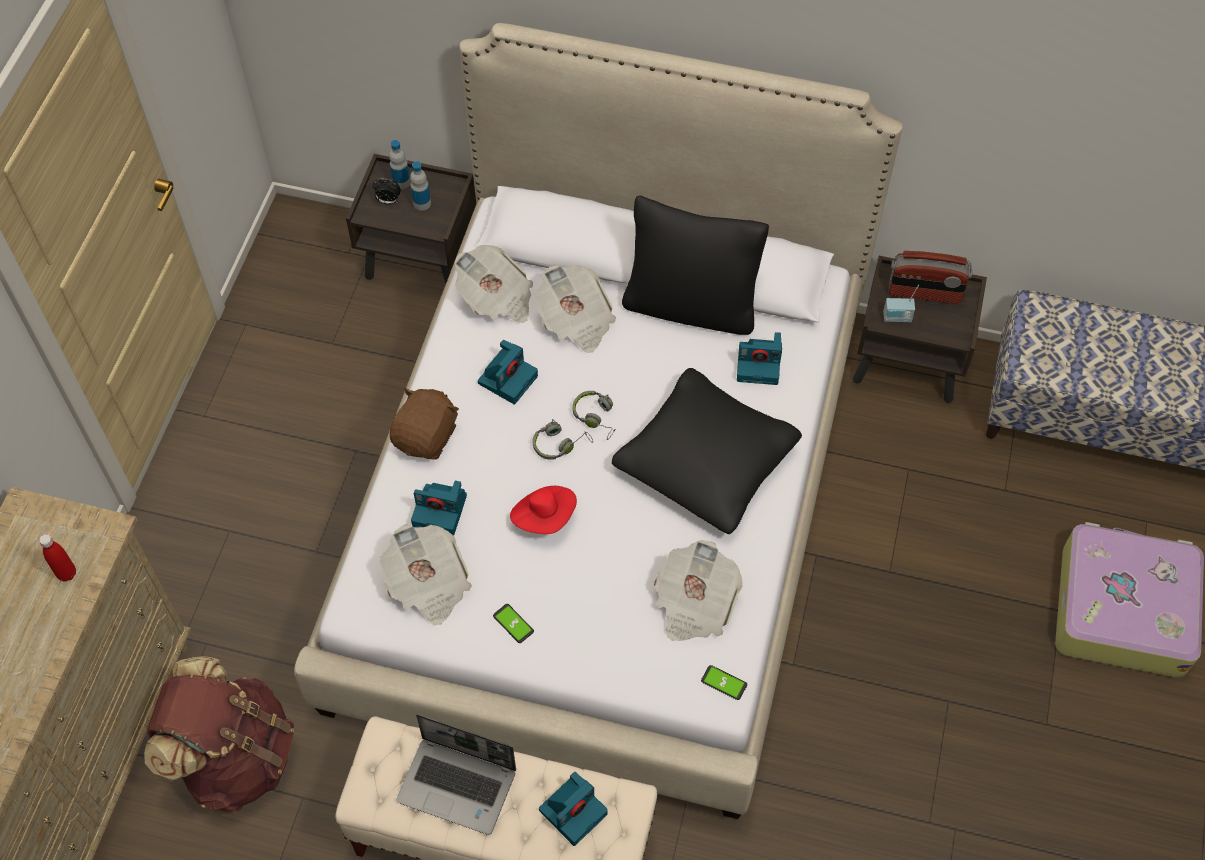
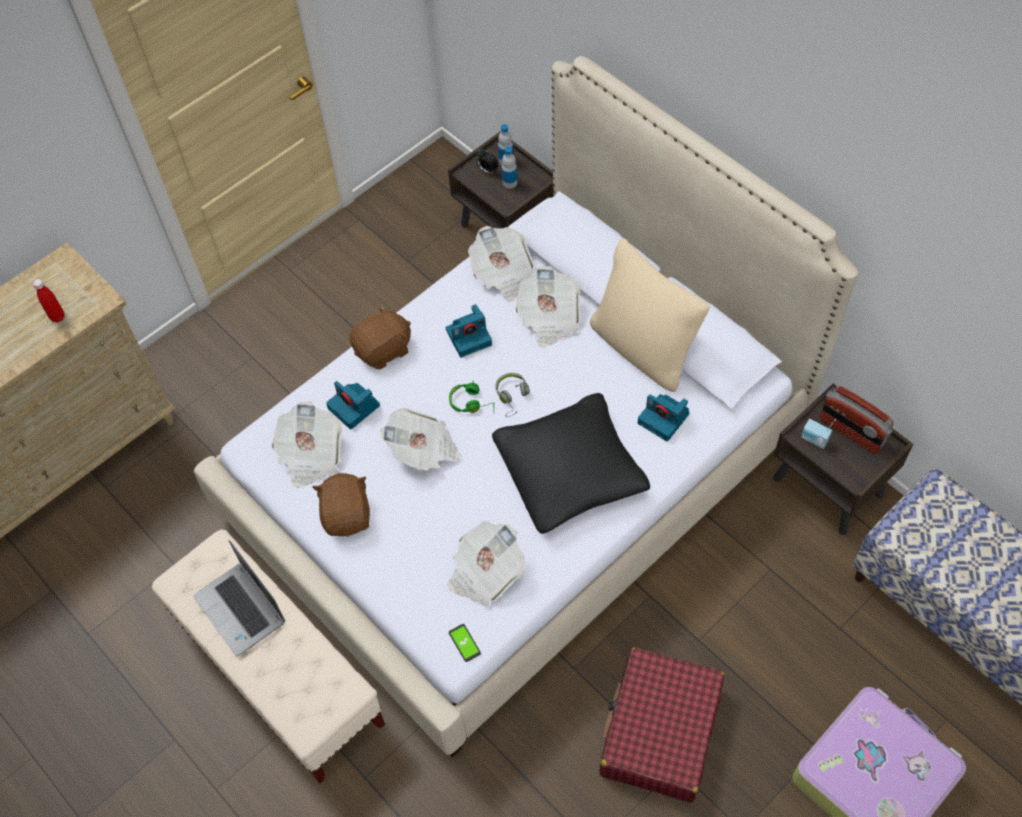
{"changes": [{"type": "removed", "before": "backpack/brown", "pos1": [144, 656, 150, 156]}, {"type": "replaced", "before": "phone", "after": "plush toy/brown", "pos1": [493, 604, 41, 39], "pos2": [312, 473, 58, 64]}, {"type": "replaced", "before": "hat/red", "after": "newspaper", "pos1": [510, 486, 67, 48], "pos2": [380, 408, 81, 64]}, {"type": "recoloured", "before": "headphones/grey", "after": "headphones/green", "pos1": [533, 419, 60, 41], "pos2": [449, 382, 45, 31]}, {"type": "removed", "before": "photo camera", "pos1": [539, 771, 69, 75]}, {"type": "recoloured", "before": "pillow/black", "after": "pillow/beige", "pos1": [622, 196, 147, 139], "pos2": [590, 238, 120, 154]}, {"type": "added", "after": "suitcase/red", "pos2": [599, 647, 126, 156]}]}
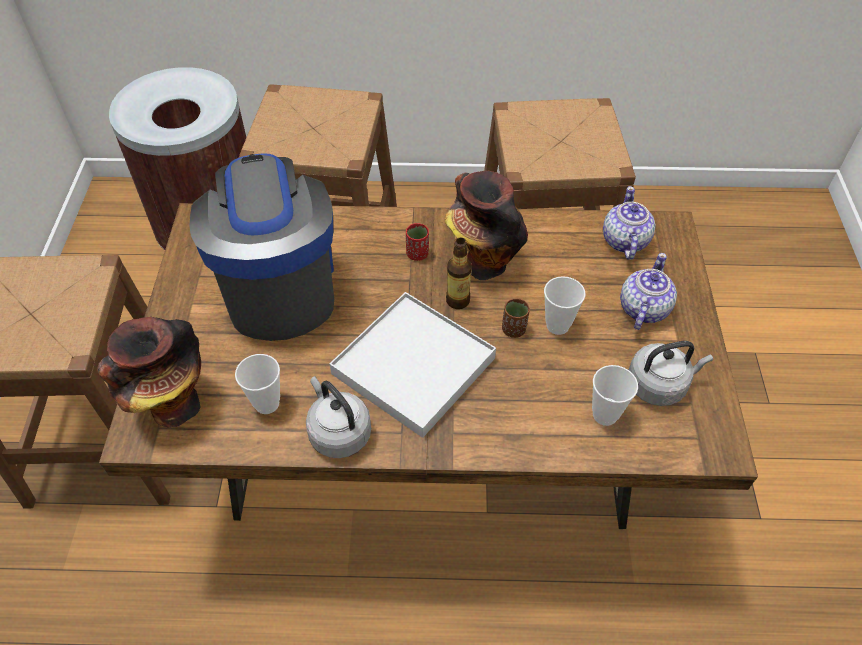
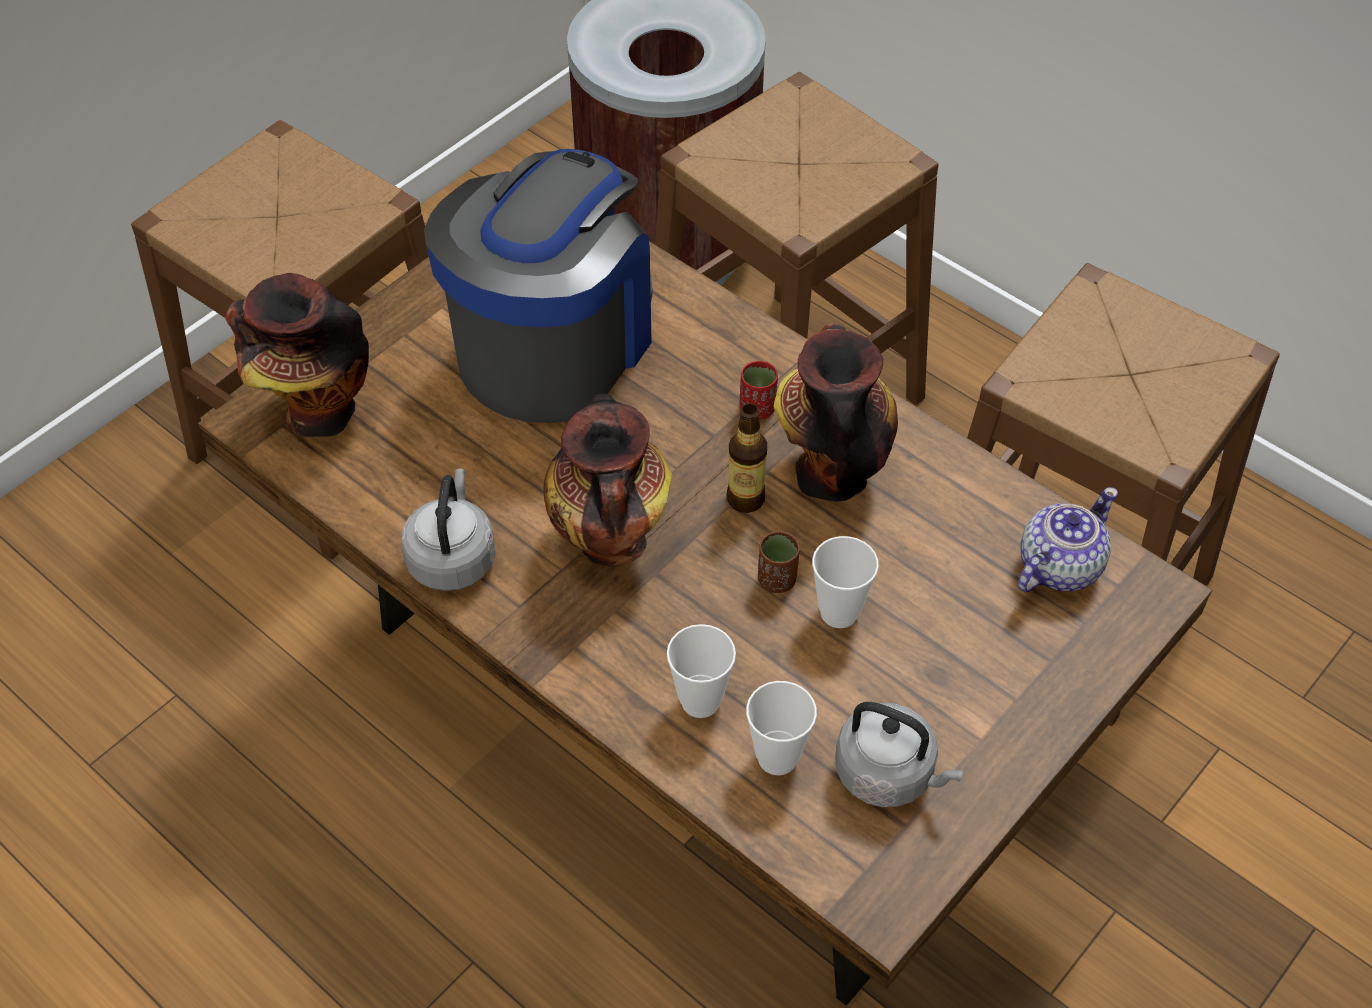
{"changes": [{"type": "moved", "before": "cup", "pos1": [235, 354, 45, 60], "pos2": [667, 624, 69, 94]}, {"type": "replaced", "before": "tray/white", "after": "vase", "pos1": [330, 292, 166, 146], "pos2": [544, 393, 128, 173]}, {"type": "removed", "before": "teapot", "pos1": [620, 253, 57, 77]}]}
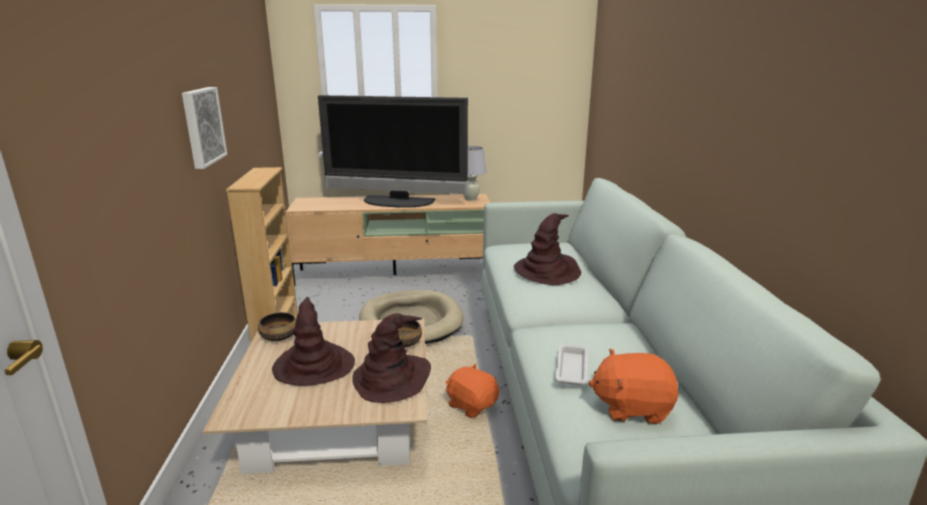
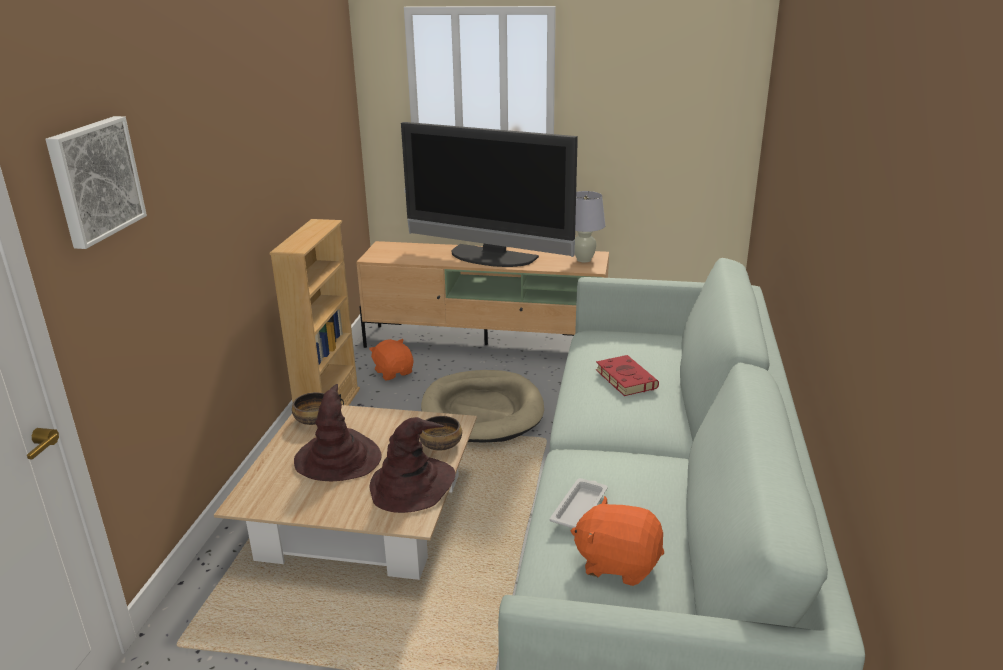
{"changes": [{"type": "moved", "before": "picture", "pos1": [182, 87, 46, 82], "pos2": [45, 116, 102, 133]}, {"type": "moved", "before": "plush toy/orange", "pos1": [445, 364, 55, 54], "pos2": [369, 339, 45, 41]}, {"type": "replaced", "before": "hat/brown", "after": "book/red", "pos1": [514, 213, 67, 72], "pos2": [596, 355, 63, 41]}]}
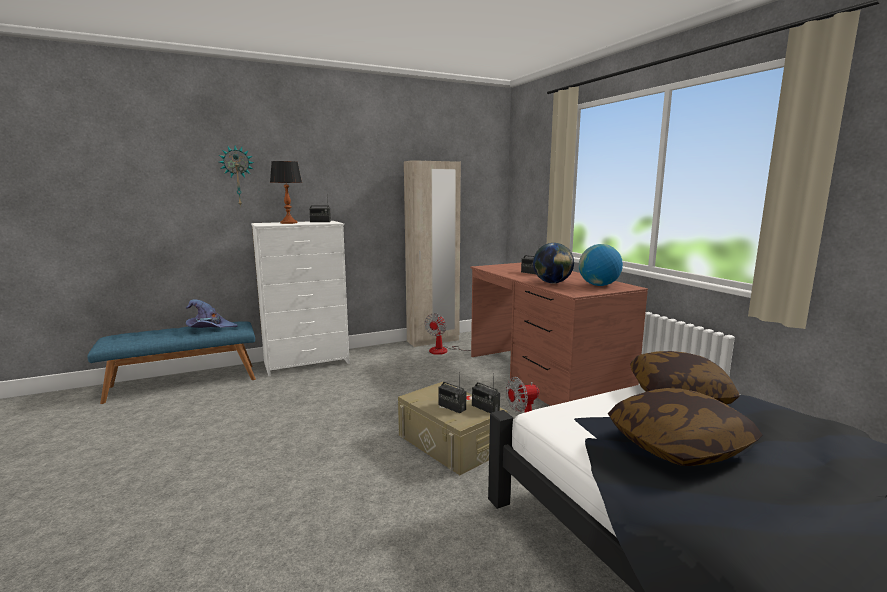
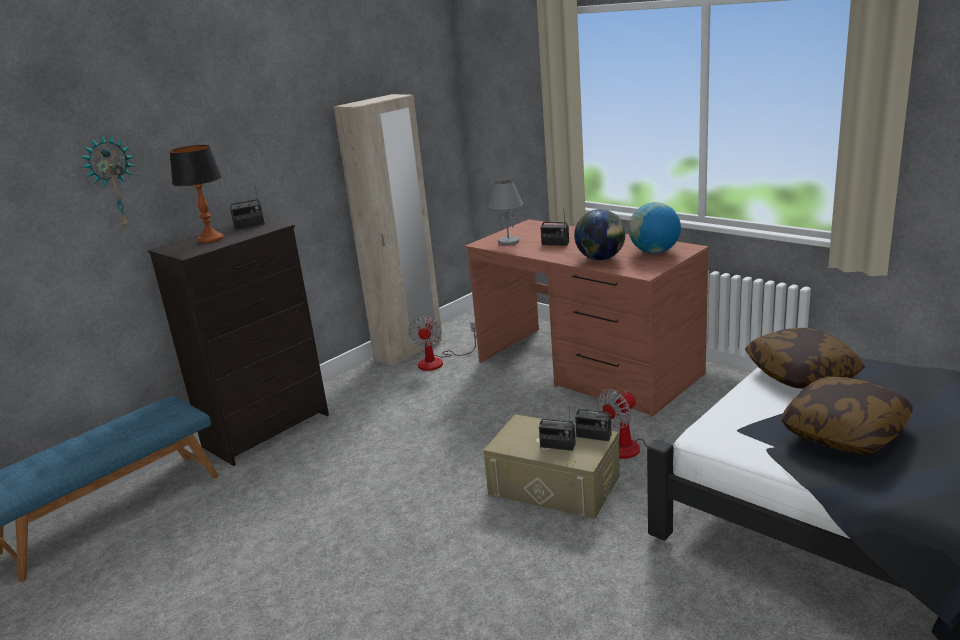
{"changes": [{"type": "removed", "before": "hat/purple", "pos1": [186, 299, 52, 29]}, {"type": "recoloured", "before": "dresser/white", "after": "dresser/black", "pos1": [251, 221, 99, 155], "pos2": [148, 218, 181, 248]}, {"type": "added", "after": "table lamp/grey", "pos2": [489, 180, 34, 65]}]}
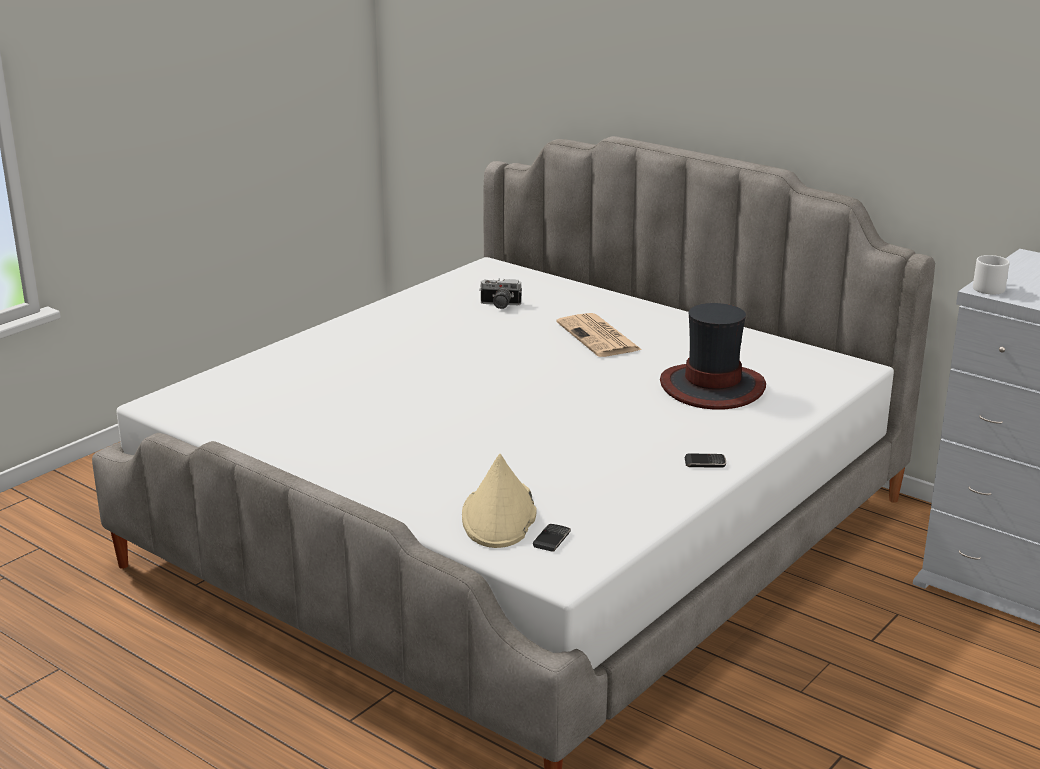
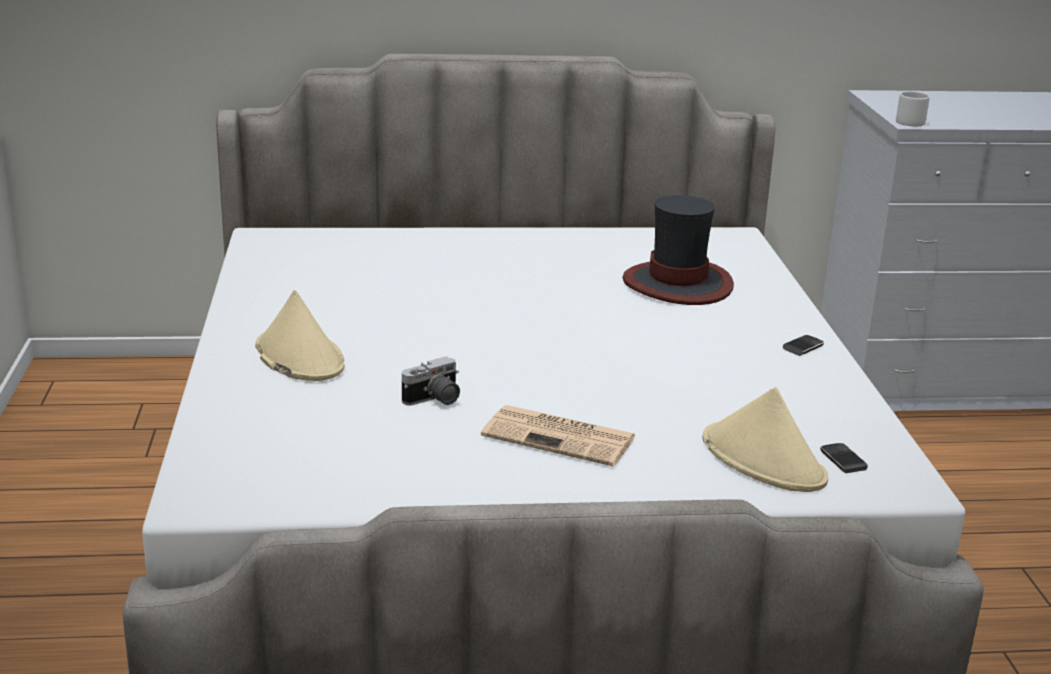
{"changes": [{"type": "moved", "before": "photo camera", "pos1": [479, 279, 43, 30], "pos2": [402, 356, 58, 50]}, {"type": "moved", "before": "newspaper", "pos1": [556, 313, 86, 44], "pos2": [481, 405, 155, 62]}, {"type": "added", "after": "hat/beige", "pos2": [255, 290, 90, 91]}]}
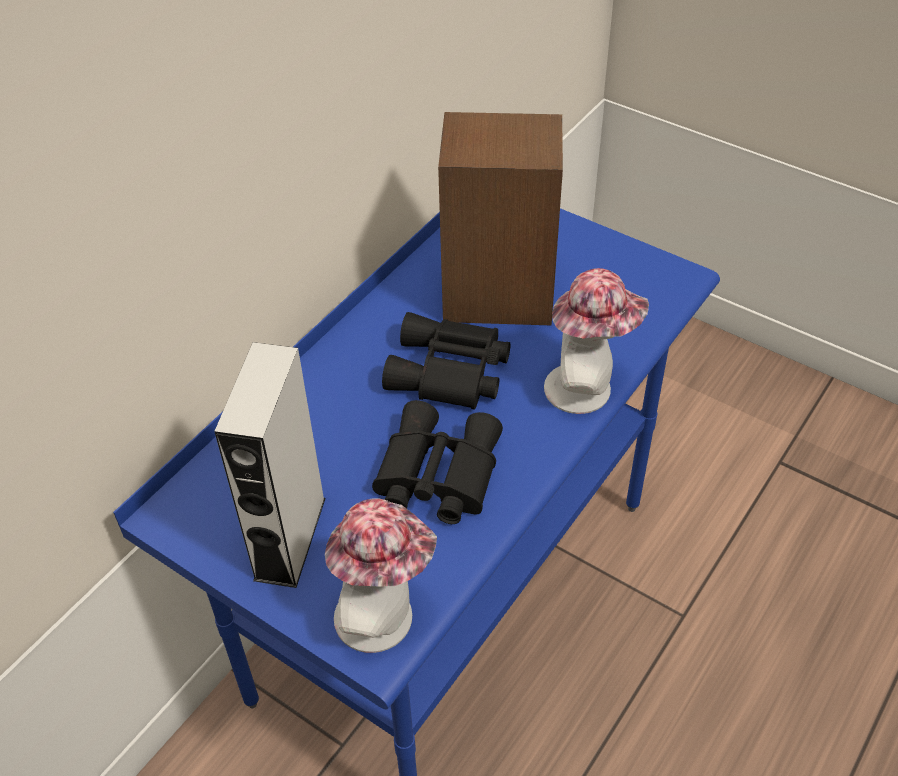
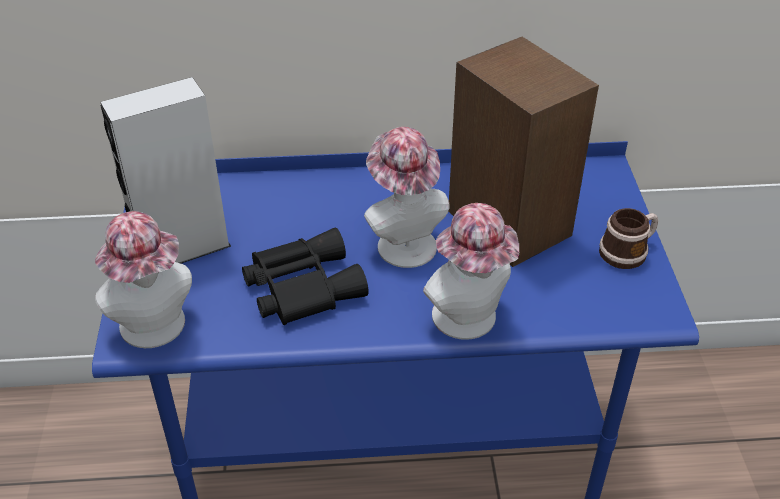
{"changes": [{"type": "replaced", "before": "binoculars/black", "after": "hat", "pos1": [382, 312, 128, 98], "pos2": [364, 127, 85, 141]}, {"type": "added", "after": "mug", "pos2": [599, 208, 59, 61]}]}
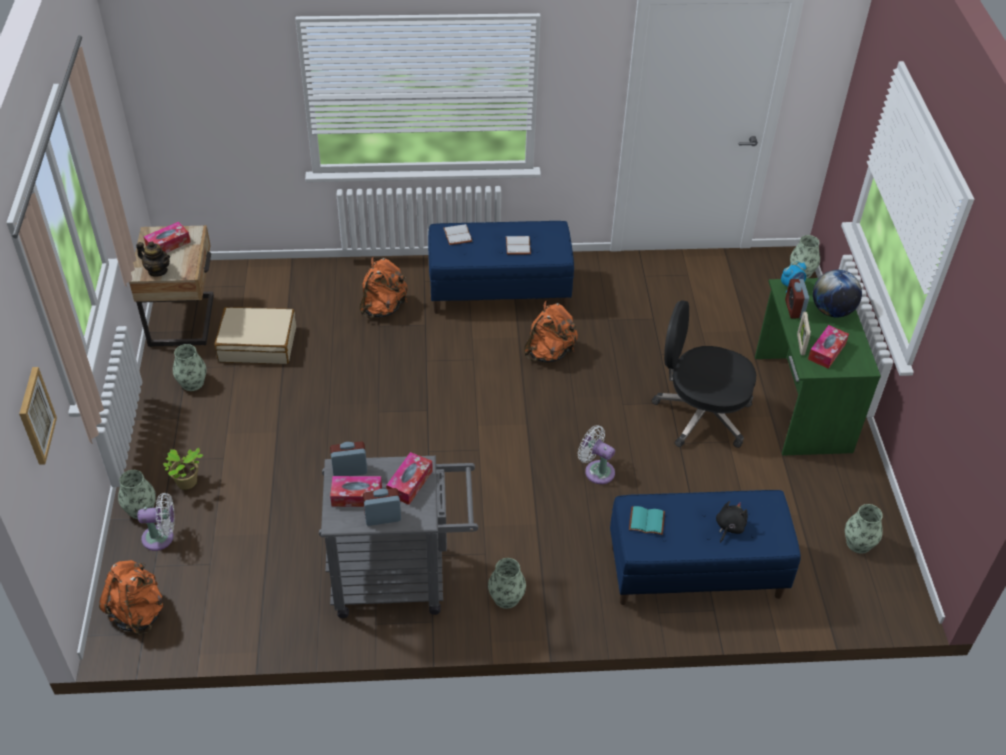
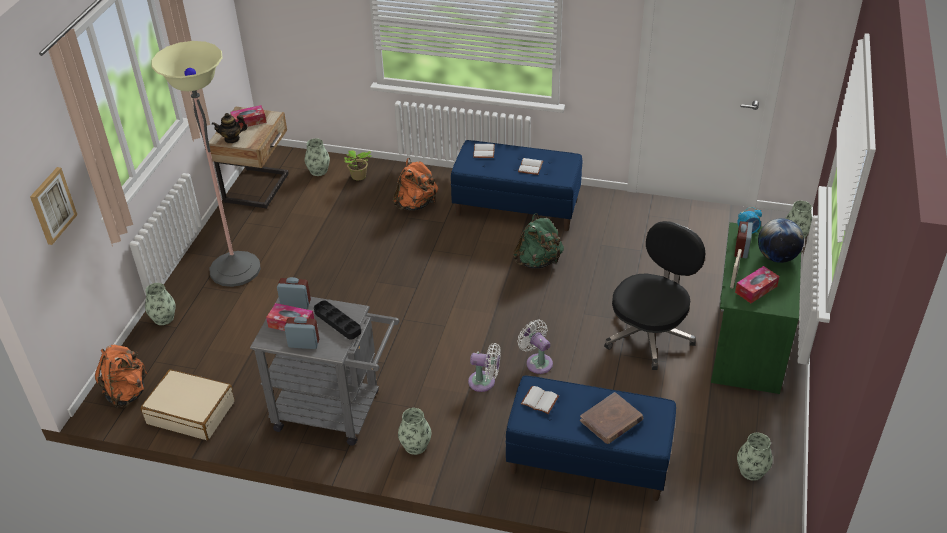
{"changes": [{"type": "turned", "before": "teapot", "pos1": [136, 241, 34, 36], "pos2": [212, 113, 35, 30], "turn": 120}, {"type": "moved", "before": "fan/white", "pos1": [138, 493, 37, 58], "pos2": [468, 343, 33, 49]}, {"type": "moved", "before": "potted plant", "pos1": [163, 448, 41, 42], "pos2": [344, 150, 28, 30]}, {"type": "moved", "before": "vase", "pos1": [173, 344, 33, 47], "pos2": [304, 138, 26, 38]}, {"type": "moved", "before": "suitcase/beige", "pos1": [214, 307, 82, 57], "pos2": [141, 369, 94, 71]}, {"type": "replaced", "before": "tissue box", "after": "tray/black", "pos1": [386, 452, 47, 53], "pos2": [314, 300, 47, 40]}, {"type": "recoloured", "before": "backpack/orange", "after": "backpack/green", "pos1": [524, 301, 54, 61], "pos2": [513, 213, 51, 56]}, {"type": "recoloured", "before": "book/turquoise", "after": "book/white", "pos1": [629, 506, 36, 29], "pos2": [521, 386, 38, 28]}, {"type": "turned", "before": "office chair/black", "pos1": [652, 300, 104, 148], "pos2": [604, 221, 102, 149], "turn": 90}, {"type": "replaced", "before": "plush toy/black", "after": "book/brown", "pos1": [716, 501, 32, 42], "pos2": [580, 392, 63, 52]}, {"type": "added", "after": "floor lamp", "pos2": [152, 41, 109, 246]}]}
